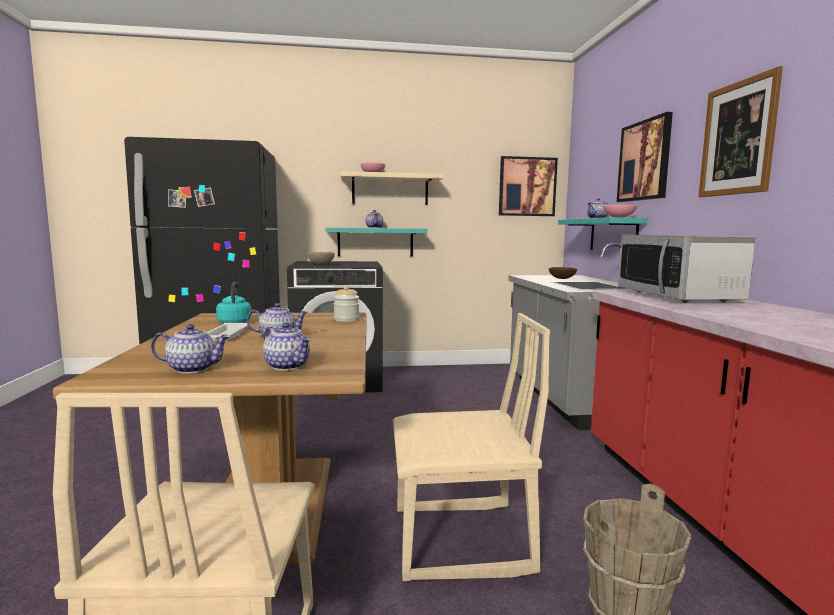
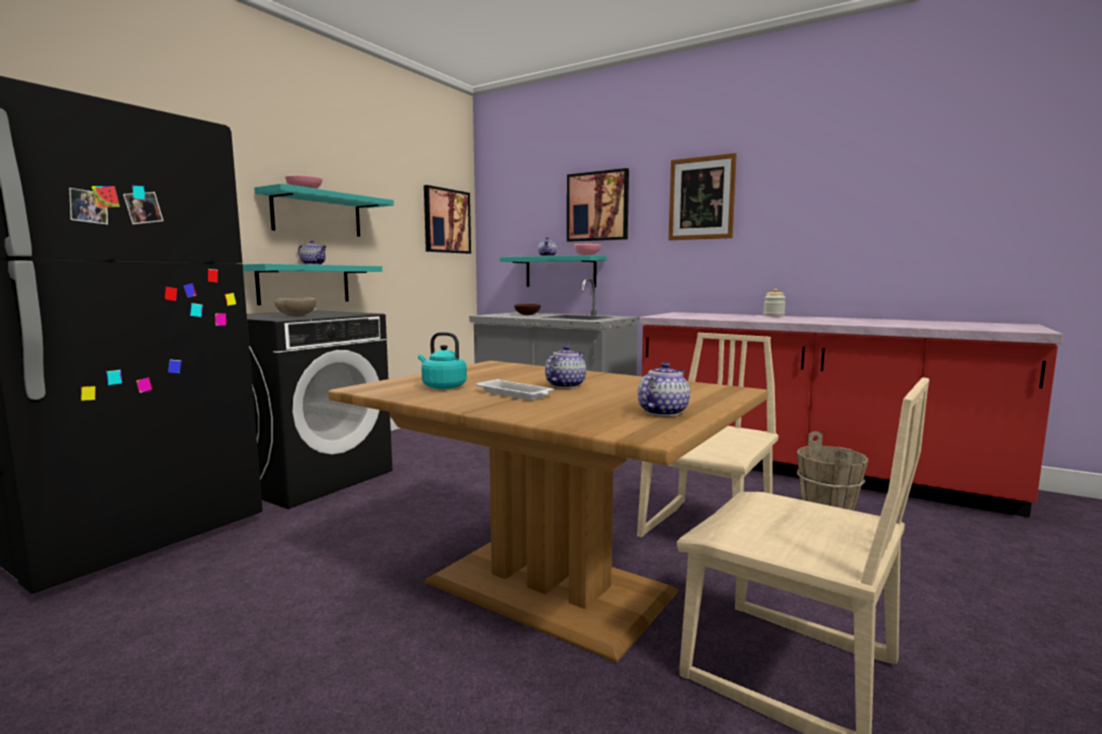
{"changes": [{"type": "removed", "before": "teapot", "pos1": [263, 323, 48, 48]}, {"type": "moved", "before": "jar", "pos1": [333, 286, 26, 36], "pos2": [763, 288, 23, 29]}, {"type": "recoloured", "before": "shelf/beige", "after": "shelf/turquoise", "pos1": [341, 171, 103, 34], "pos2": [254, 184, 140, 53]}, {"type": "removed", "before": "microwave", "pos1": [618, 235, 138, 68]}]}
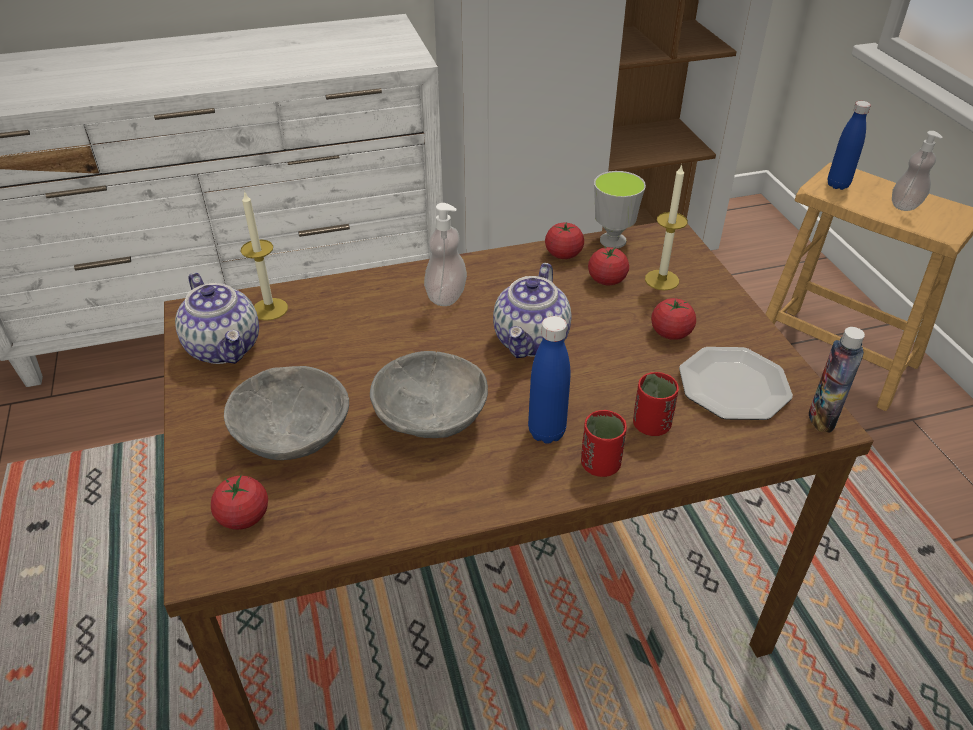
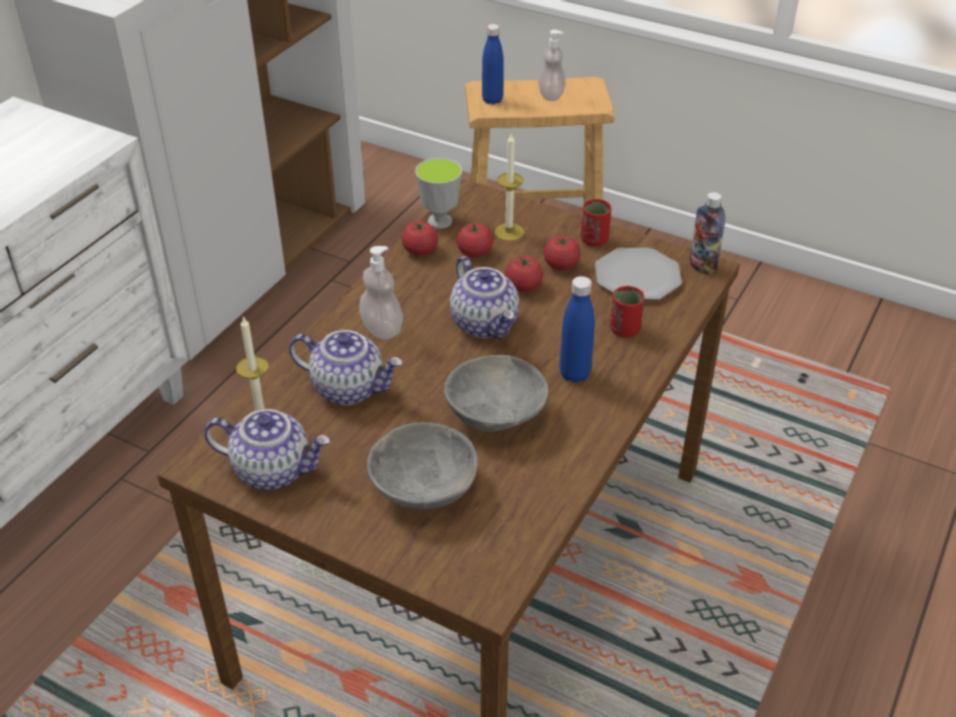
{"changes": [{"type": "moved", "before": "tomato", "pos1": [211, 474, 57, 56], "pos2": [505, 256, 38, 36]}, {"type": "moved", "before": "cup/red", "pos1": [581, 410, 46, 67], "pos2": [581, 199, 31, 48]}, {"type": "added", "after": "teapot", "pos2": [289, 330, 114, 75]}]}
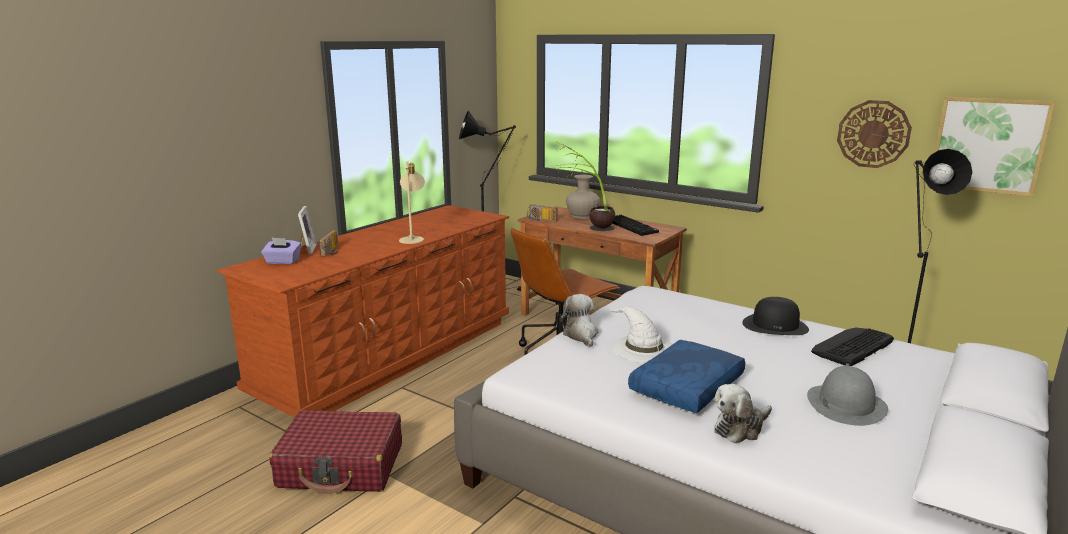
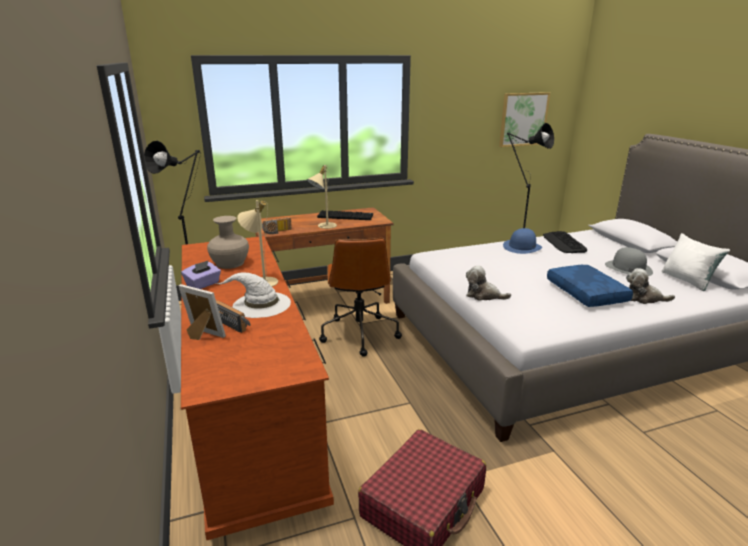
{"changes": [{"type": "moved", "before": "tissue box/purple", "pos1": [261, 237, 40, 27], "pos2": [181, 261, 40, 28]}, {"type": "replaced", "before": "potted plant", "after": "table lamp/beige", "pos1": [555, 142, 60, 89], "pos2": [307, 165, 30, 64]}, {"type": "moved", "before": "vase/beige", "pos1": [566, 175, 34, 44], "pos2": [207, 216, 42, 53]}, {"type": "moved", "before": "hat/white", "pos1": [609, 306, 64, 57], "pos2": [216, 273, 75, 45]}, {"type": "turned", "before": "plush toy", "pos1": [714, 384, 58, 59], "pos2": [626, 268, 49, 36], "turn": 105}, {"type": "recoloured", "before": "hat/black", "after": "hat/blue", "pos1": [742, 297, 67, 38], "pos2": [503, 228, 39, 26]}, {"type": "removed", "before": "wall clock", "pos1": [837, 100, 75, 68]}, {"type": "added", "after": "pillow/white", "pos2": [661, 233, 69, 58]}]}
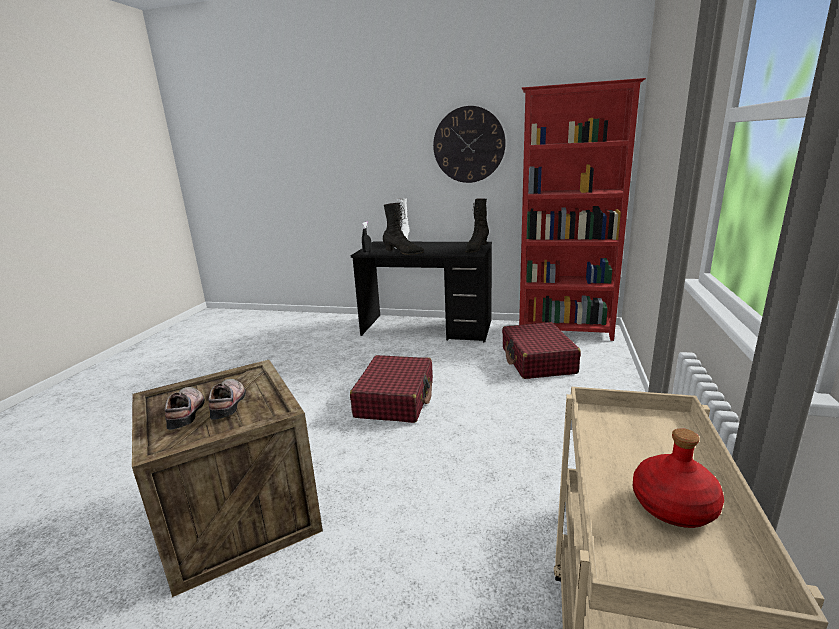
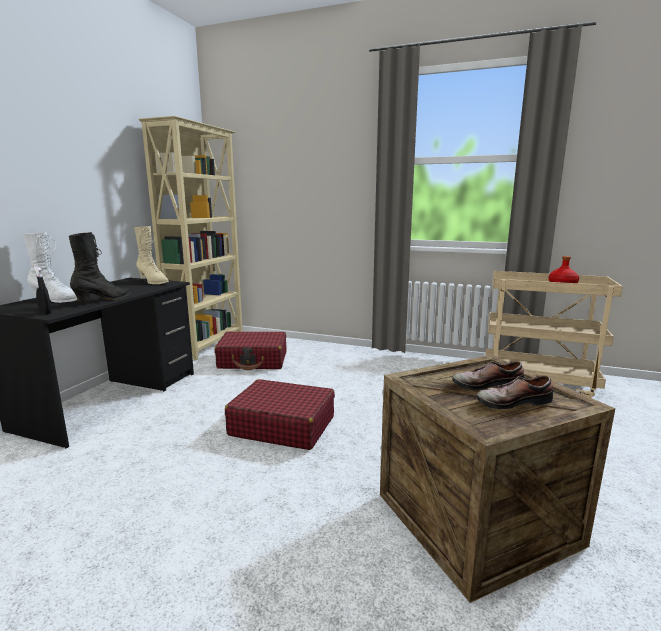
{"changes": [{"type": "removed", "before": "wall clock", "pos1": [433, 106, 73, 77]}, {"type": "recoloured", "before": "boot/black", "after": "boot/beige", "pos1": [465, 198, 24, 54], "pos2": [134, 226, 35, 58]}, {"type": "recoloured", "before": "bookcase/red", "after": "bookcase/beige", "pos1": [519, 78, 127, 263], "pos2": [139, 116, 104, 244]}]}
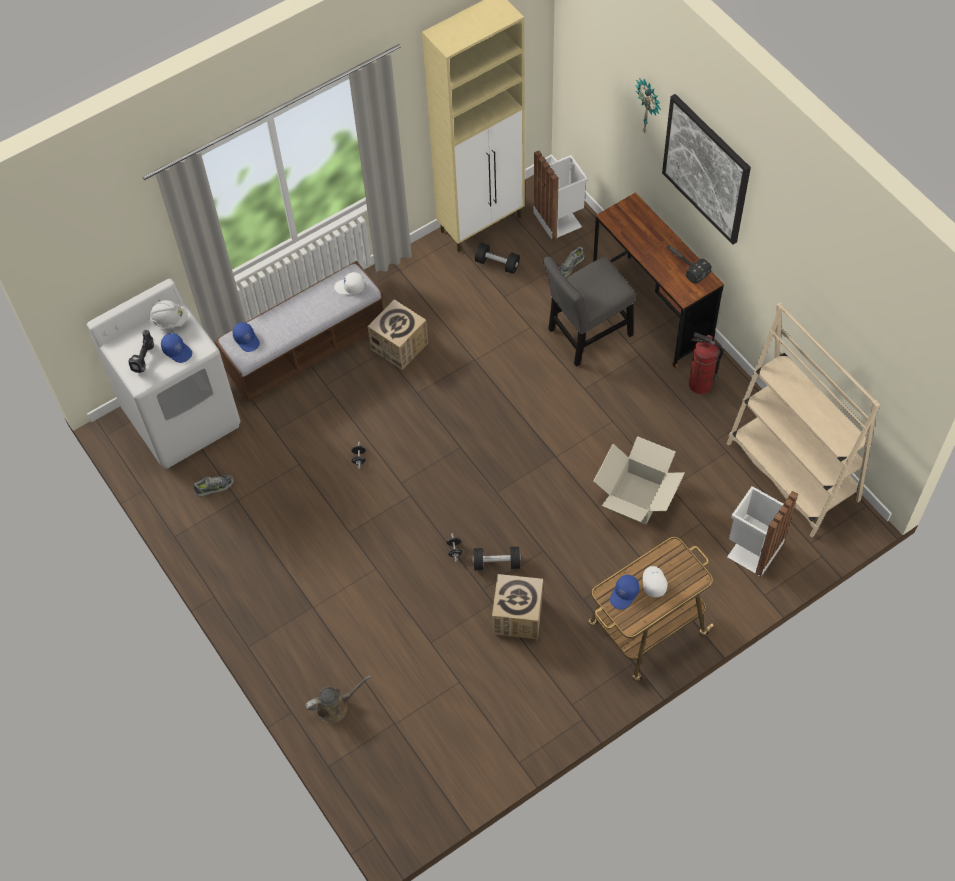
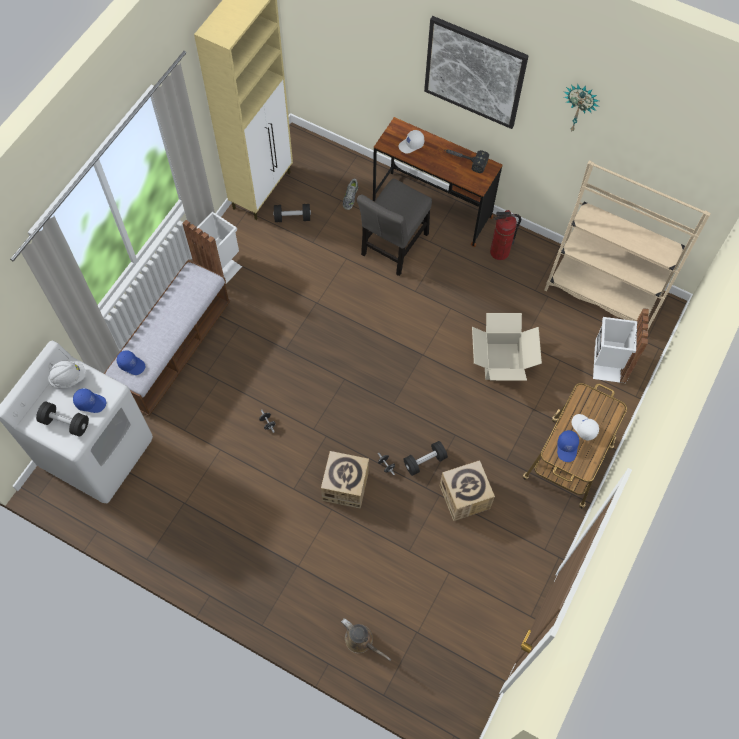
{"changes": [{"type": "replaced", "before": "power drill", "after": "dumbbell/black", "pos1": [128, 330, 26, 43], "pos2": [36, 402, 53, 35]}, {"type": "removed", "before": "shoe", "pos1": [194, 475, 40, 21]}, {"type": "turned", "before": "watering can/brown", "pos1": [305, 675, 66, 48], "pos2": [341, 618, 50, 43], "turn": 90}, {"type": "moved", "before": "cap/white", "pos1": [334, 272, 31, 23], "pos2": [398, 130, 26, 24]}, {"type": "moved", "before": "cardboard box", "pos1": [368, 299, 60, 71], "pos2": [321, 451, 48, 58]}, {"type": "moved", "before": "trash can/white", "pos1": [533, 151, 55, 89], "pos2": [182, 212, 60, 73]}, {"type": "moved", "before": "wall clock", "pos1": [635, 78, 26, 56], "pos2": [564, 84, 35, 47]}]}
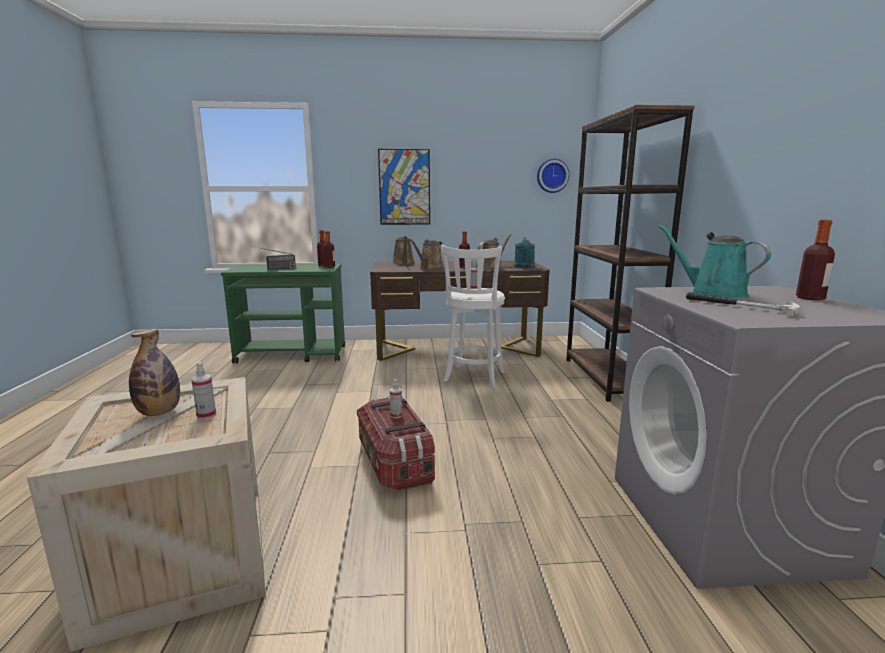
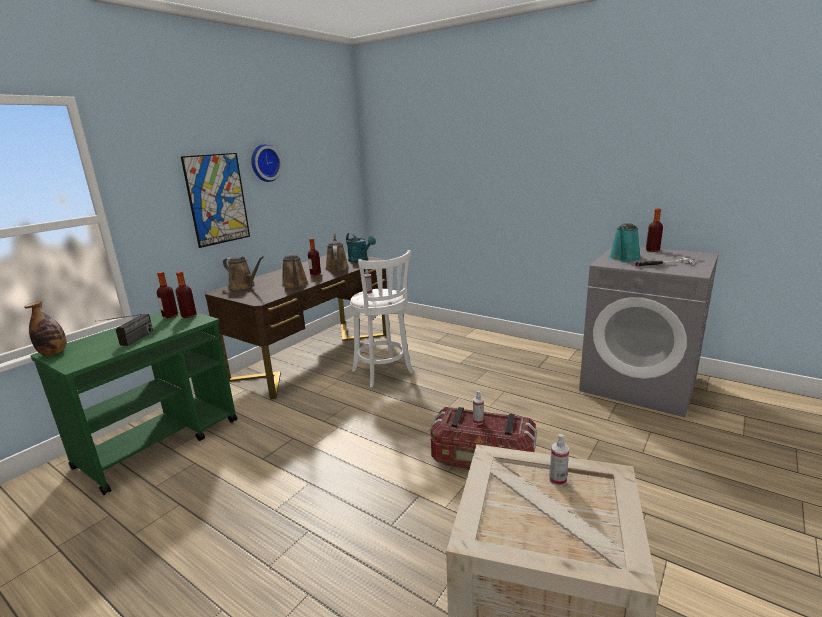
{"changes": [{"type": "moved", "before": "bottle", "pos1": [129, 330, 51, 86], "pos2": [24, 301, 43, 55]}, {"type": "moved", "before": "wall clock", "pos1": [537, 159, 32, 34], "pos2": [252, 144, 30, 38]}, {"type": "removed", "before": "bookcase/brown", "pos1": [566, 105, 128, 297]}, {"type": "turned", "before": "watering can/turquoise", "pos1": [658, 225, 113, 73], "pos2": [609, 223, 32, 38], "turn": -60}]}
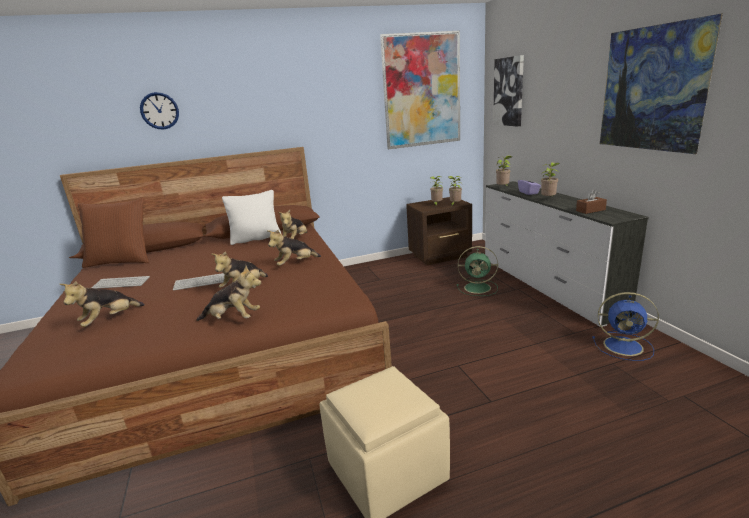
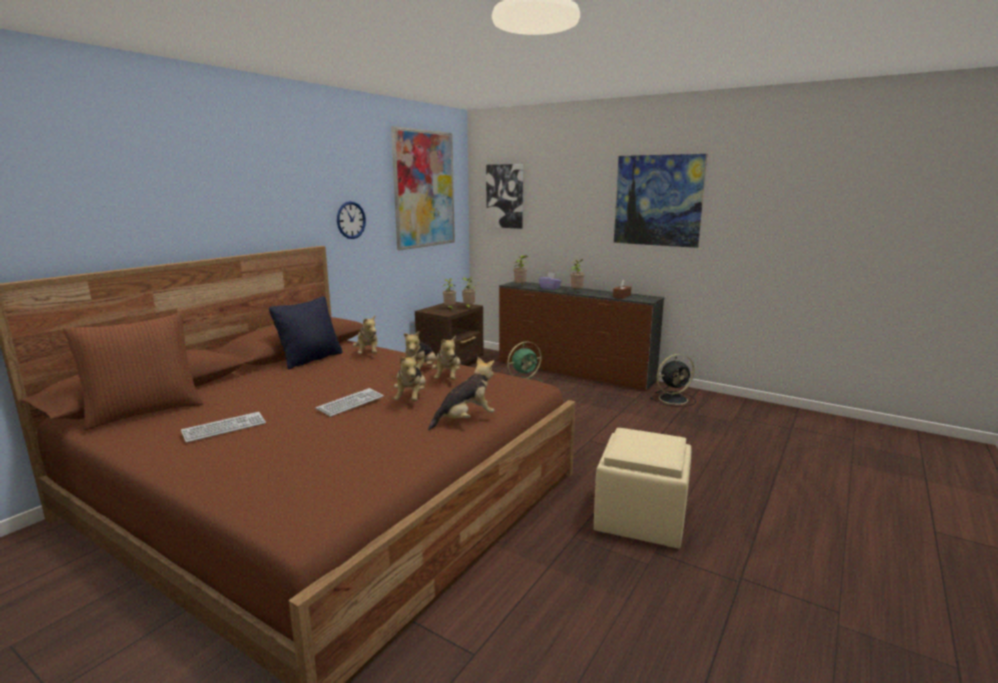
{"changes": [{"type": "moved", "before": "plush toy", "pos1": [60, 281, 85, 46], "pos2": [432, 336, 29, 44]}, {"type": "moved", "before": "wall clock", "pos1": [140, 92, 39, 38], "pos2": [337, 201, 29, 38]}, {"type": "recoloured", "before": "pillow/white", "after": "pillow/black", "pos1": [222, 190, 59, 55], "pos2": [269, 296, 74, 73]}, {"type": "recoloured", "before": "dresser/white", "after": "dresser/brown", "pos1": [485, 181, 164, 146], "pos2": [499, 281, 166, 110]}, {"type": "recoloured", "before": "fan/blue", "after": "fan/black", "pos1": [593, 292, 66, 69], "pos2": [650, 354, 46, 53]}]}
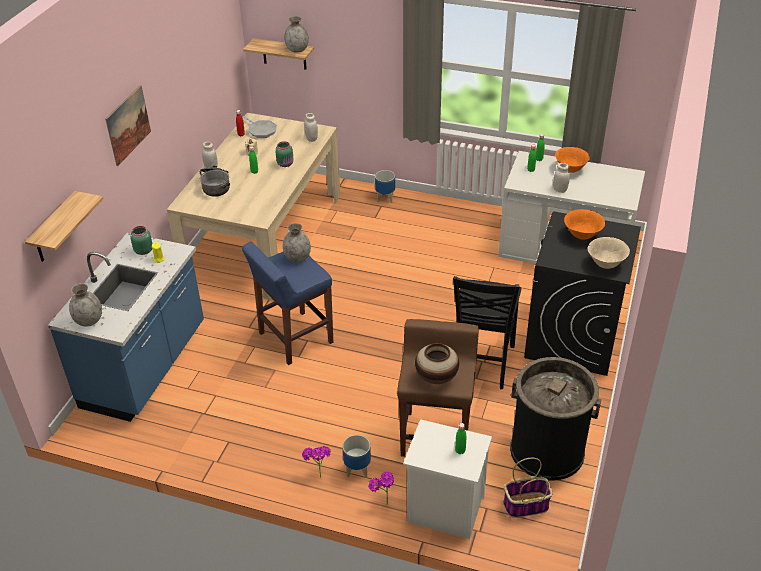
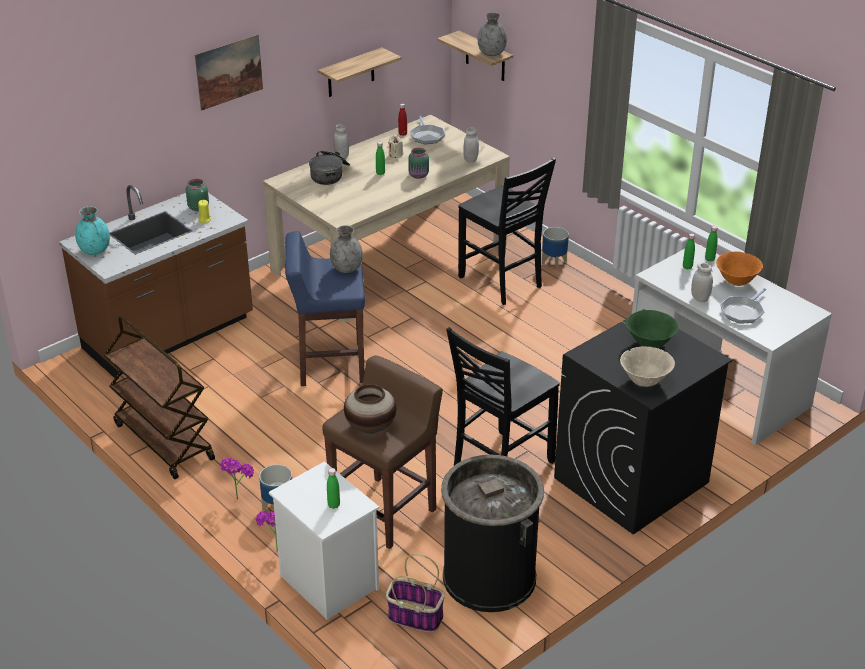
{"changes": [{"type": "moved", "before": "shelf", "pos1": [25, 191, 79, 71], "pos2": [318, 47, 84, 50]}, {"type": "recoloured", "before": "counter/blue", "after": "counter/brown", "pos1": [48, 233, 156, 189], "pos2": [59, 185, 194, 193]}, {"type": "recoloured", "before": "vase/grey", "after": "vase/turquoise", "pos1": [69, 283, 33, 44], "pos2": [75, 207, 35, 48]}, {"type": "recoloured", "before": "bowl/orange", "after": "bowl/green", "pos1": [564, 209, 41, 31], "pos2": [626, 310, 53, 38]}, {"type": "added", "after": "cart/brown", "pos2": [104, 316, 111, 163]}, {"type": "added", "after": "chair/black", "pos2": [458, 157, 98, 148]}, {"type": "added", "after": "frying pan", "pos2": [720, 288, 46, 35]}]}
